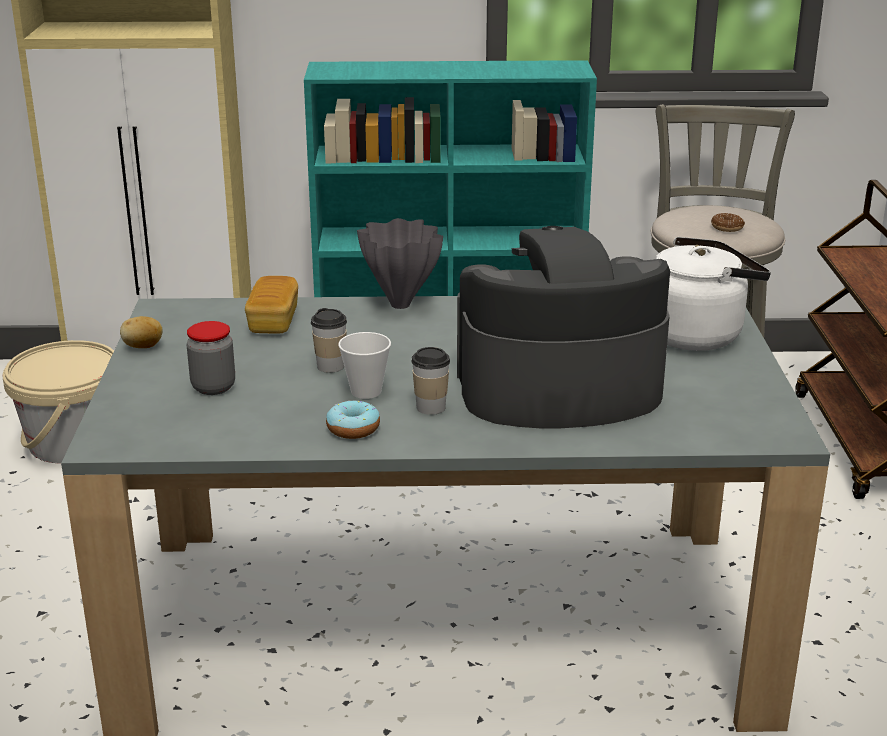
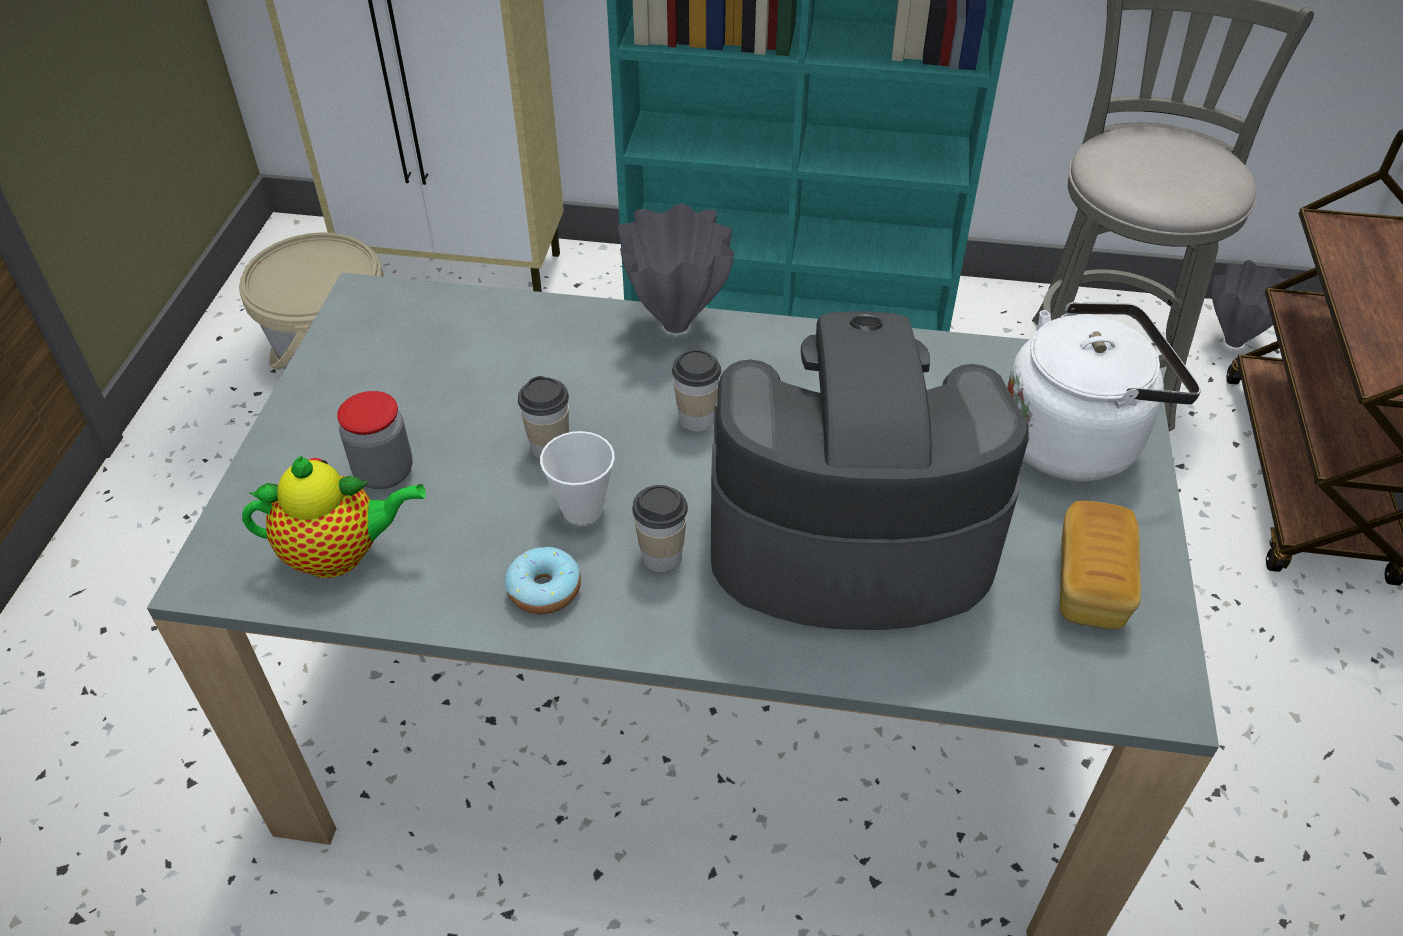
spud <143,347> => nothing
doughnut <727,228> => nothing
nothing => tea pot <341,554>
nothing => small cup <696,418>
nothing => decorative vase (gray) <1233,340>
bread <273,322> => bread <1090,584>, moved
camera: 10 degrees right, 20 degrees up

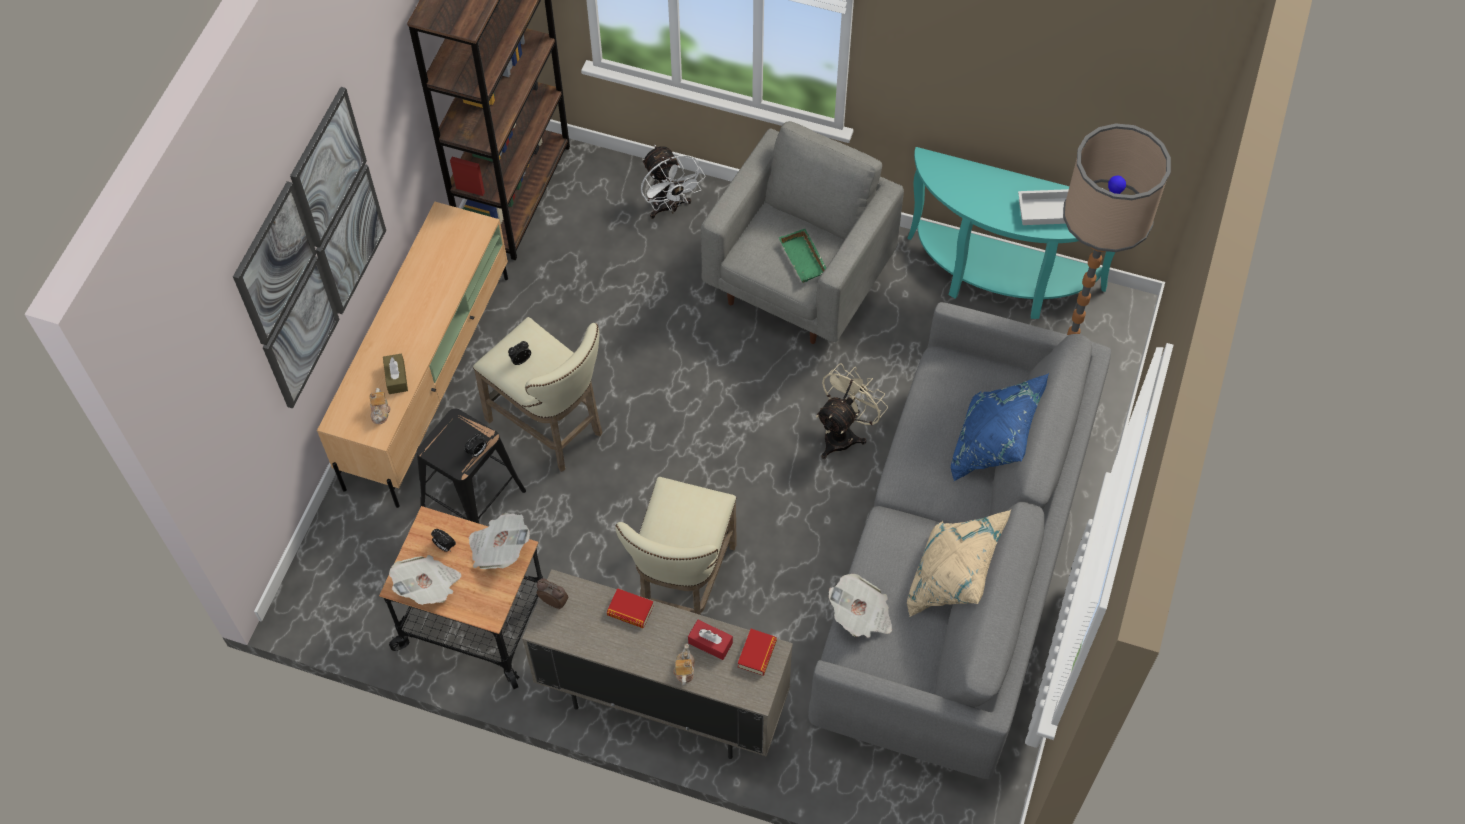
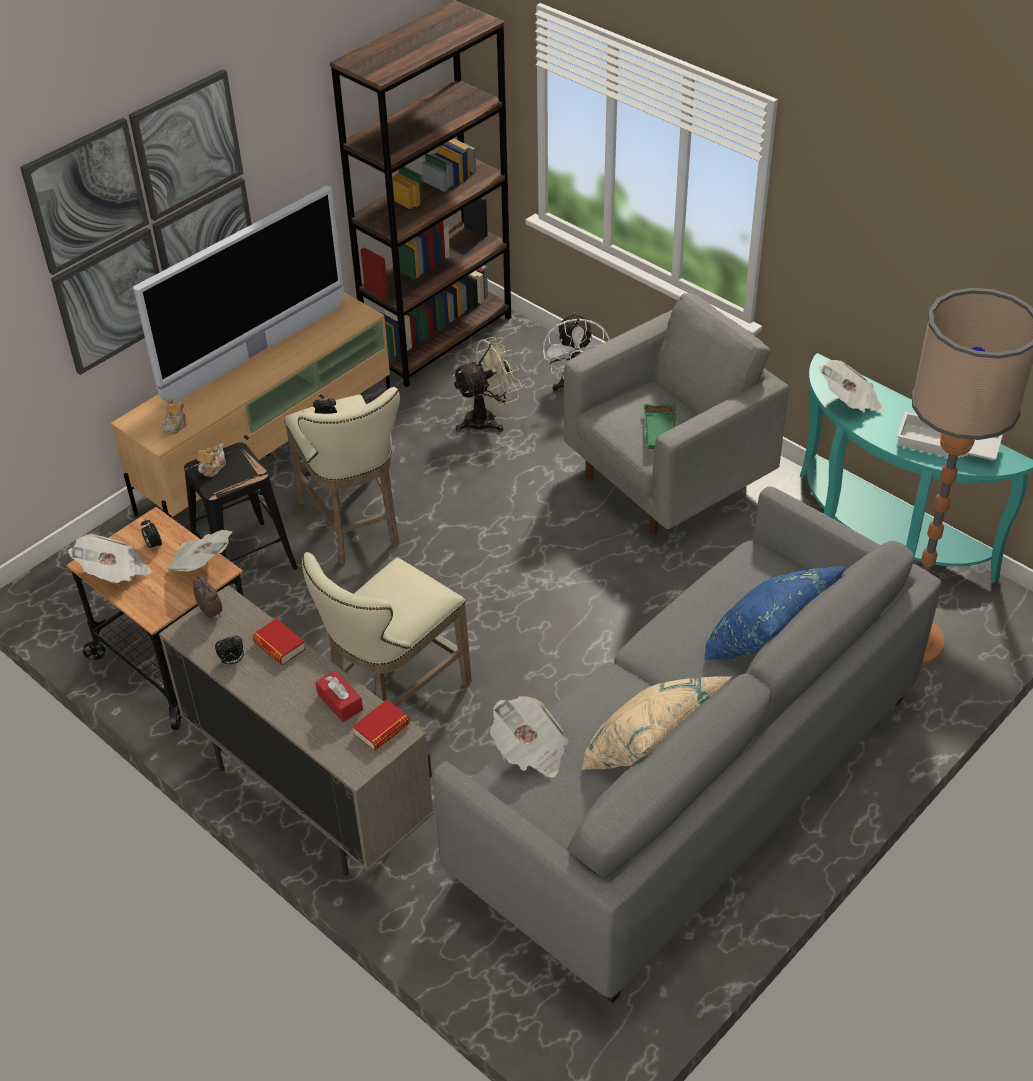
tissue holder (brown-coloured) <396,377> => nothing
nothing => TV <256,353>
nothing => daily paper <850,401>
table clock <477,452> => table clock <232,661>, moved
tea pot <684,670> => tea pot <212,468>, moved
fan (sand-coloured) <844,433> => fan (sand-coloured) <488,419>, moved
camera: 25 degrees right, 15 degrees down

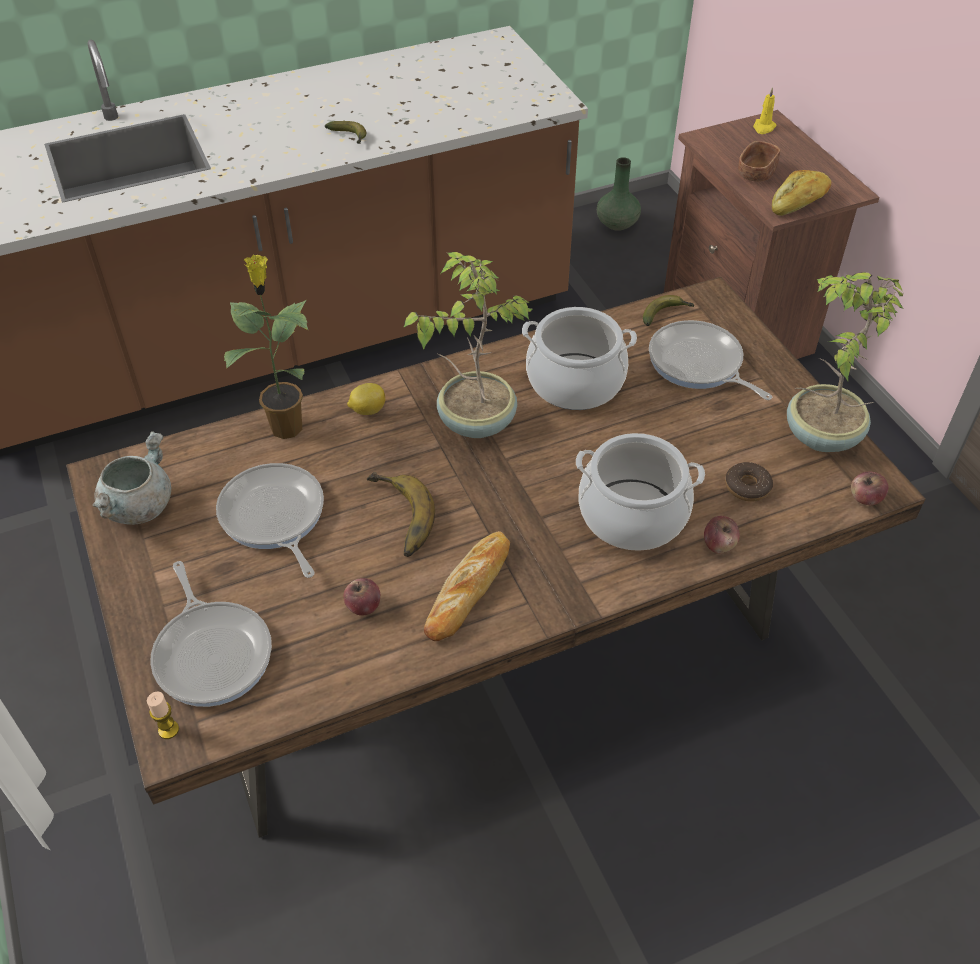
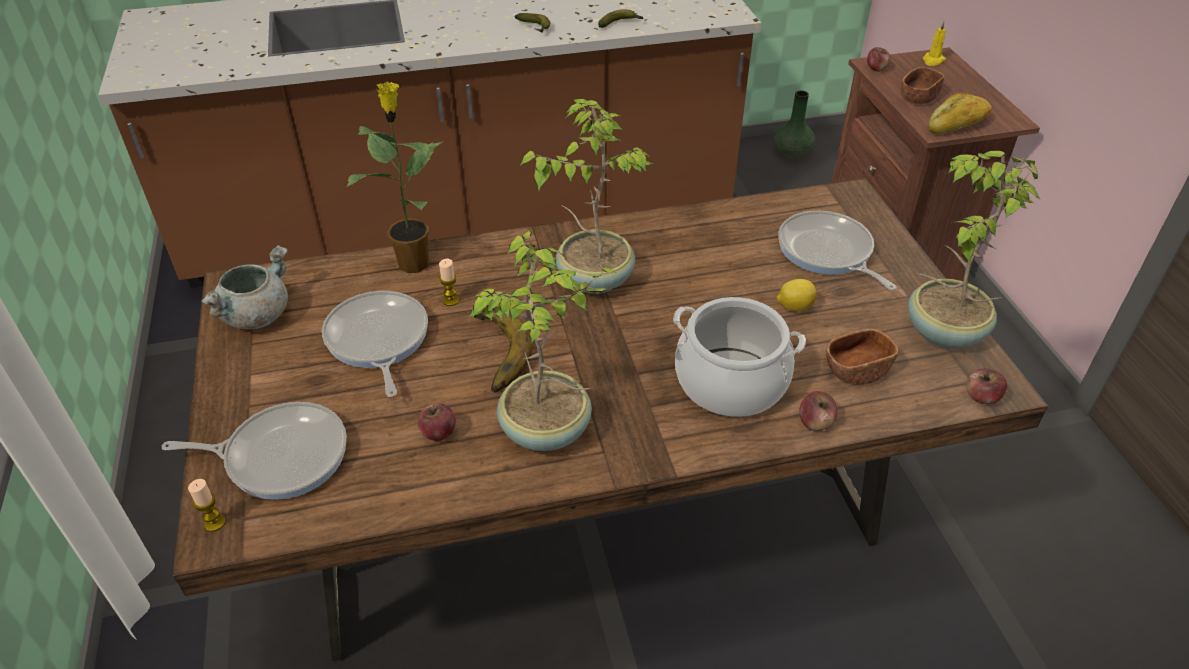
stockpot <575,382> => nothing
nothing => wax light <451,300>
nothing => whole apple <876,68>
whole lemon <367,410> => whole lemon <794,307>, moved
banana <666,314> => banana <620,24>, moved
bread <469,589> => houseplant <547,431>
doughnut <747,487> => serving bowl (brown-coloured) <856,370>
pan <212,652> => pan <280,455>, 75 degrees counterclockwise
camera: 10 degrees right, 5 degrees down

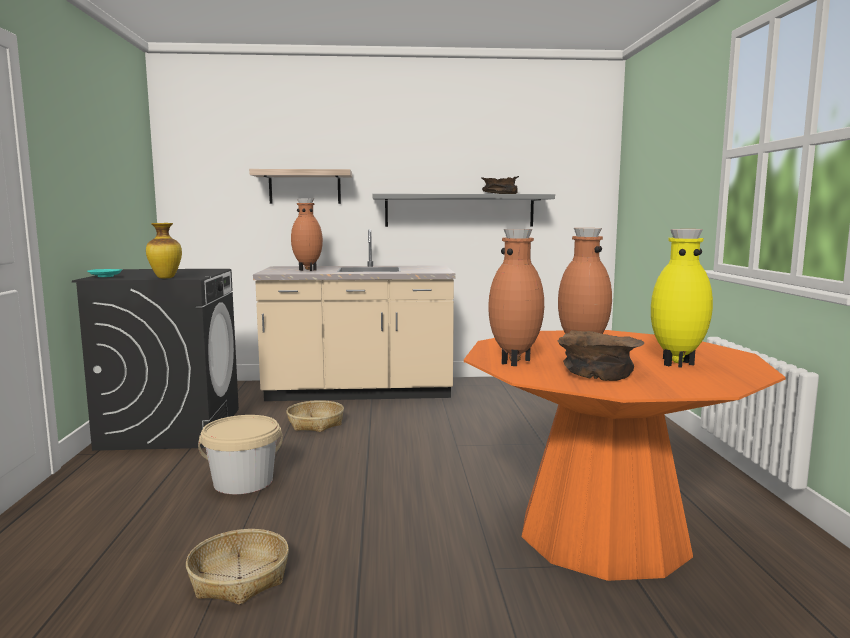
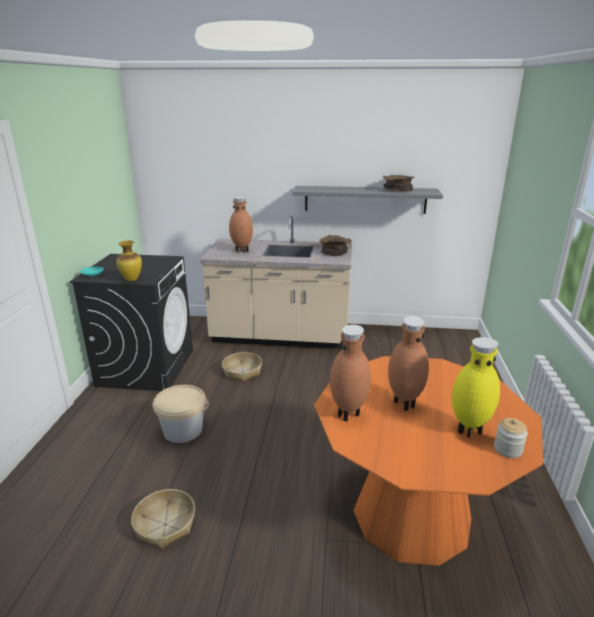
wall shelf <305,187> => nothing
nothing => preserve jar <507,449>
serving bowl (brown-coloured) <599,372> => serving bowl (brown-coloured) <335,252>, moved
camera: 10 degrees right, 15 degrees up

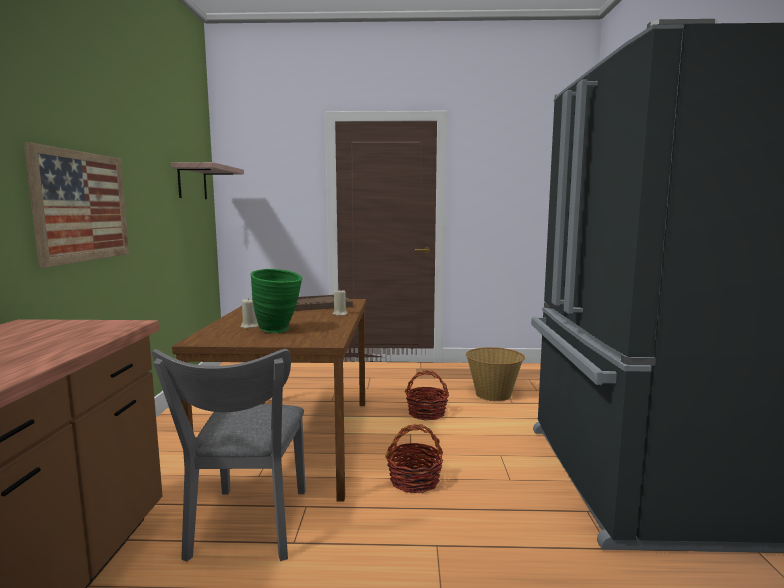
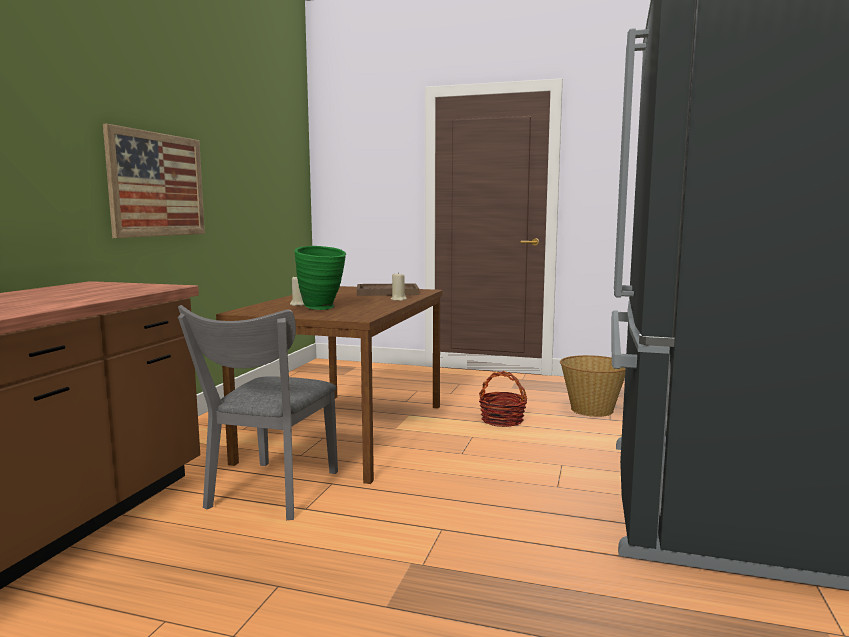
wall shelf <192,182> => nothing
storage basket <414,480> => nothing
camera: 15 degrees right, 0 degrees up

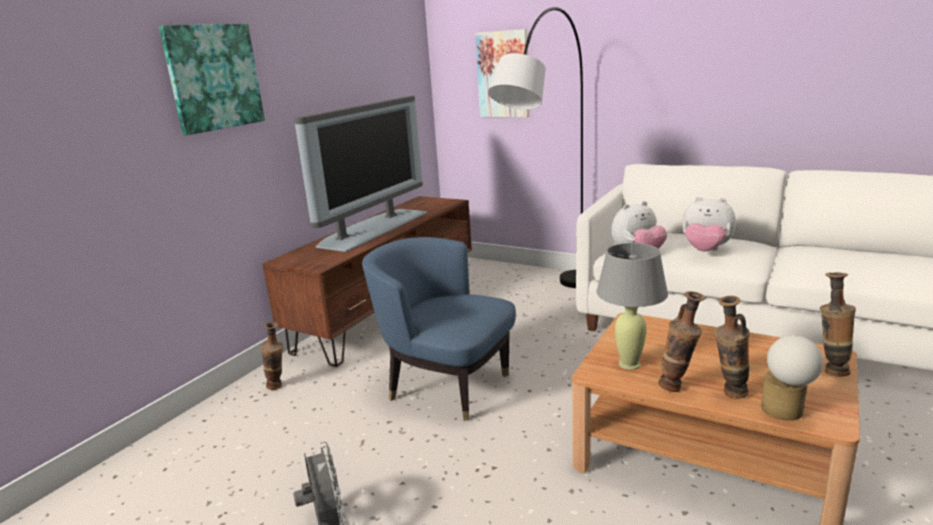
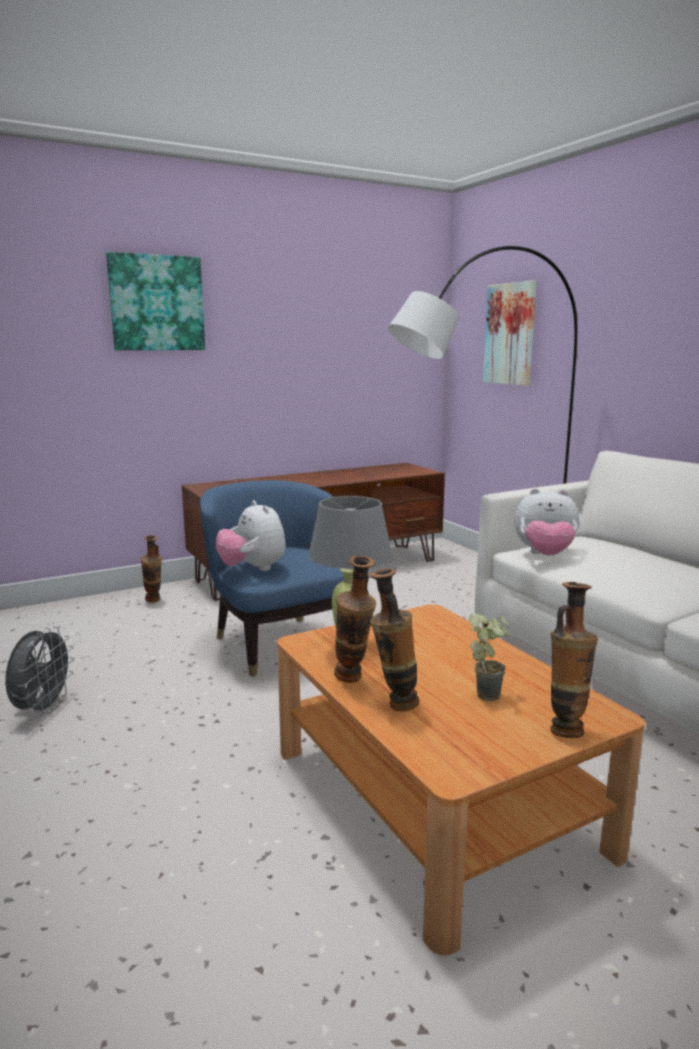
TV <372,228> => nothing
table lamp <785,413> => nothing
nothing => houseplant <488,692>
cuddly toy <705,251> => cuddly toy <253,569>, moved
camera: 30 degrees right, 5 degrees down

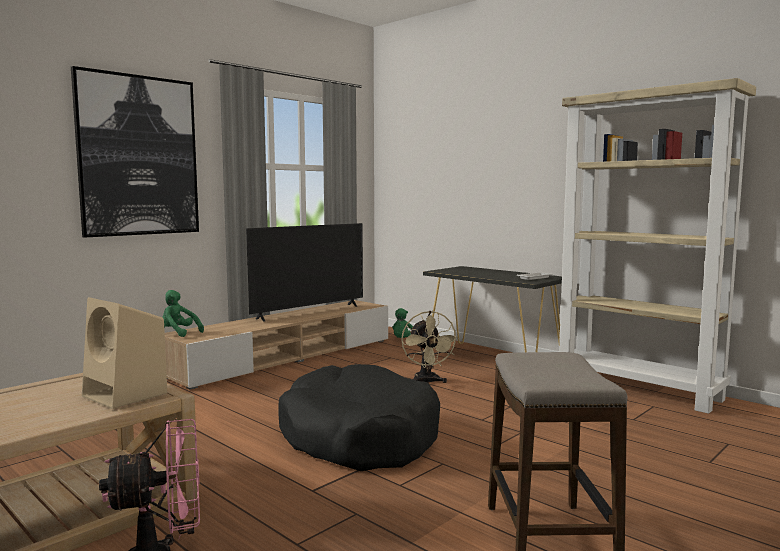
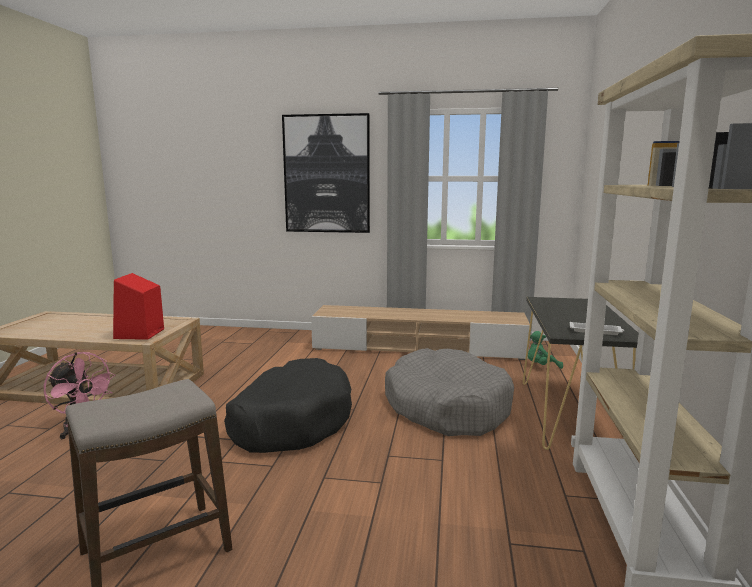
cuddly toy (greenish) <178,333> => nothing
TV <309,312> => nothing
fan (sand-coloured) <427,382> => dog cushion (gray) <446,407>
loudspeaker (sand-coloured) <126,395> => loudspeaker (red) <139,334>
camera: 55 degrees right, 5 degrees up

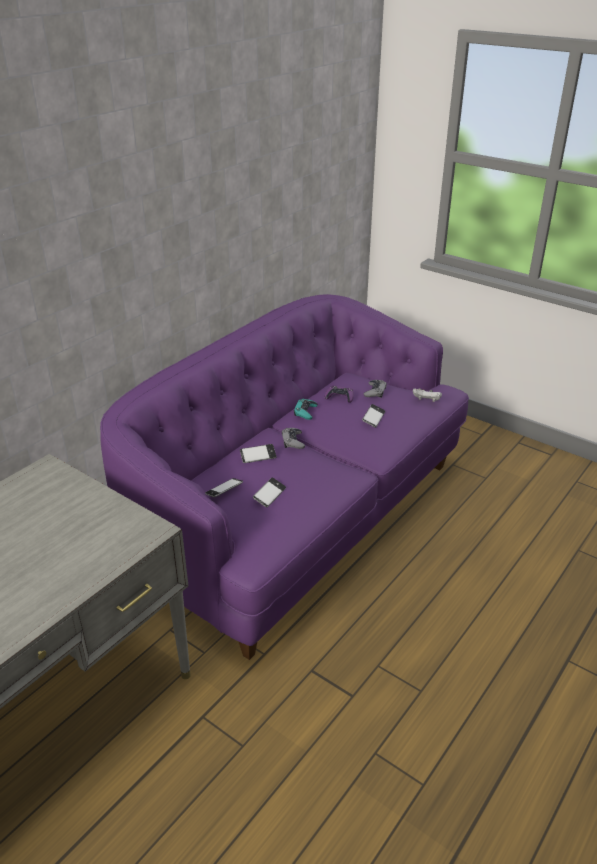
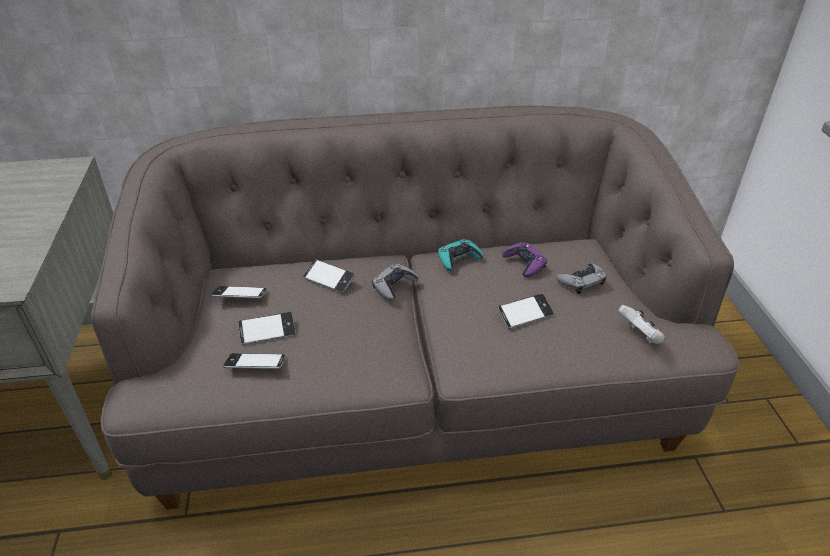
nothing => phone <255,365>
settee (purple) <298,517> => settee (gray) <415,390>
camera: 45 degrees right, 5 degrees up

